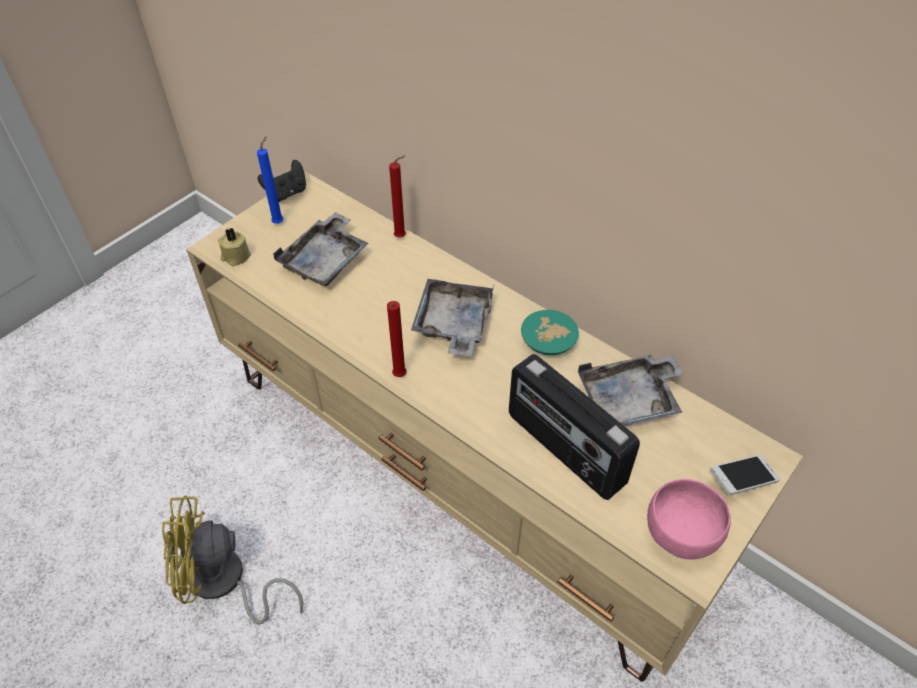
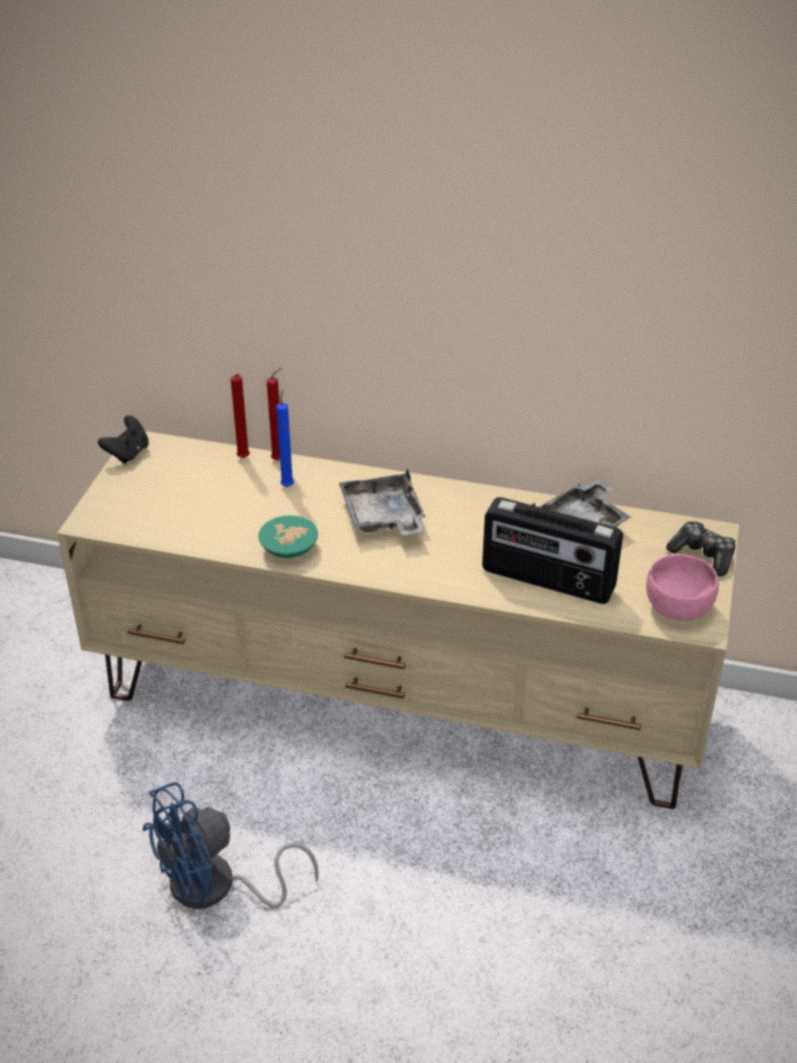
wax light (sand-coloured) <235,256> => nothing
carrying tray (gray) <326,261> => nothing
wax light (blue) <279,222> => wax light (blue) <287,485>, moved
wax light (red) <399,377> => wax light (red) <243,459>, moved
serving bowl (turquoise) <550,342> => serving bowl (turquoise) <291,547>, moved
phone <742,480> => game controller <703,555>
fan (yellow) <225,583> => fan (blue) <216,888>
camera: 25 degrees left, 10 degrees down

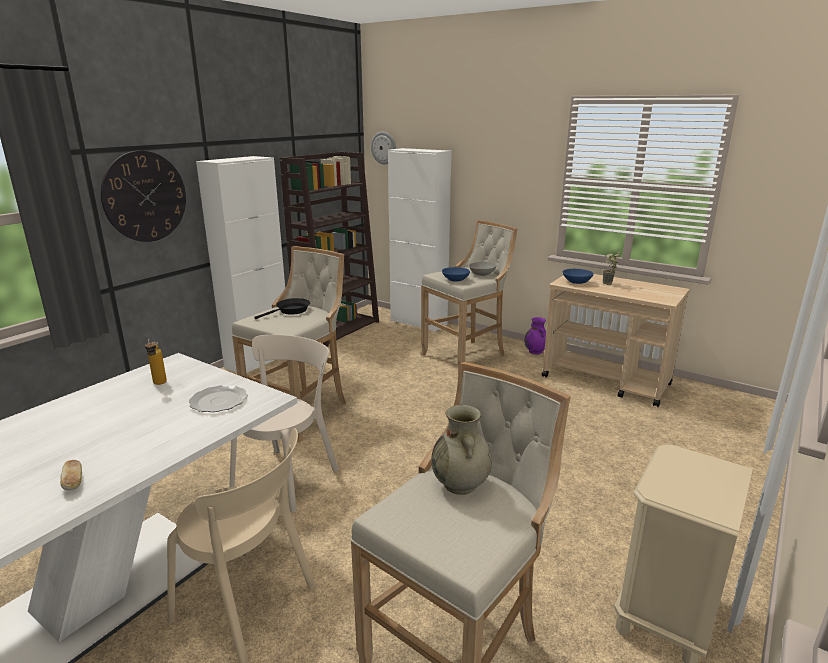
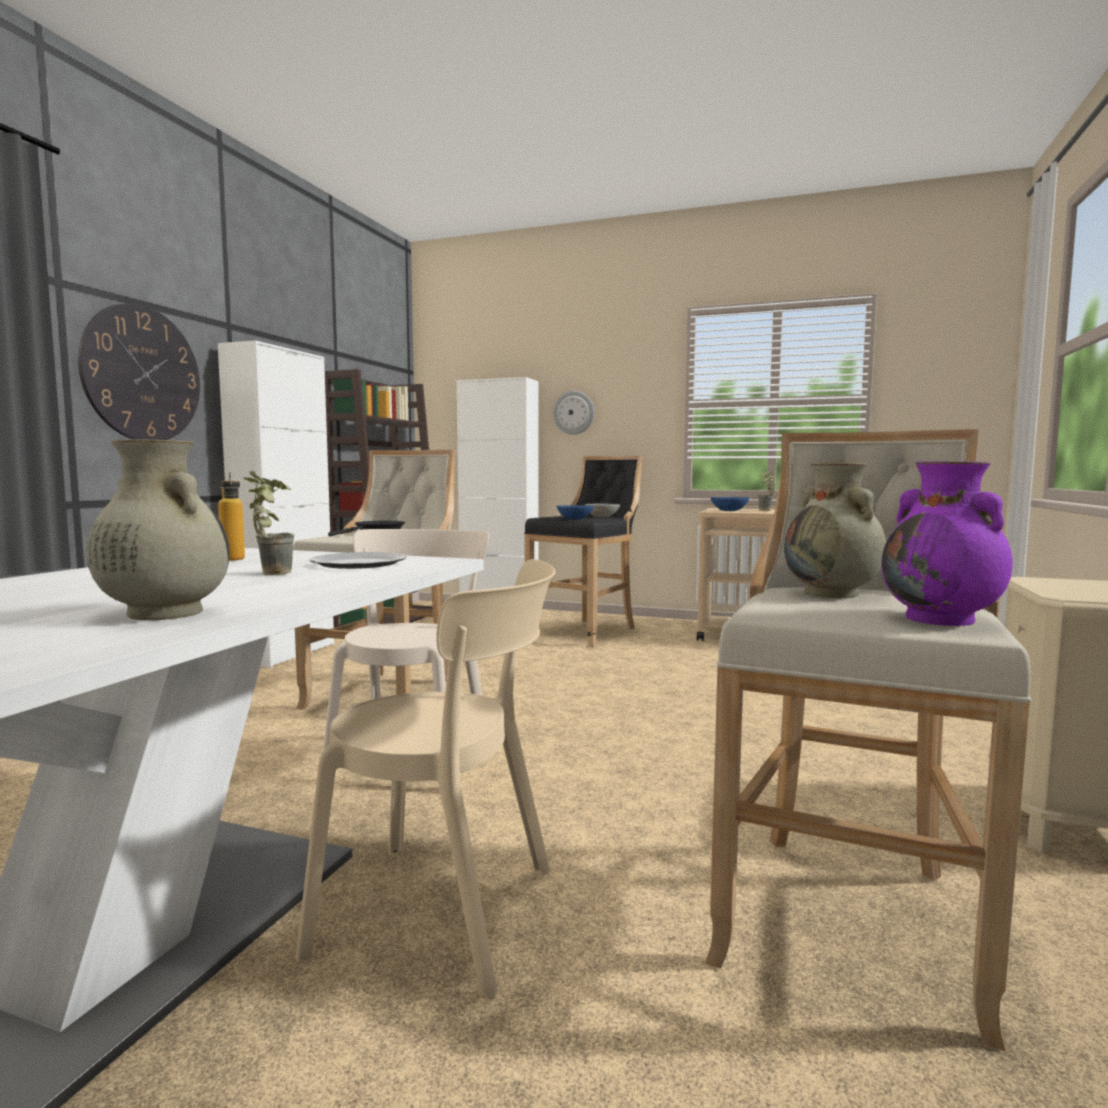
nothing => houseplant <270,573>
wall clock <384,148> => wall clock <574,412>, moved
decorative vase (purple) <536,351> => decorative vase (purple) <942,619>, moved
bread <73,482> => decorative vase (sand-coloured) <163,613>
stool (sand-coloured) <467,356> => stool (black-coloured) <586,631>
camera: 15 degrees left, 15 degrees down

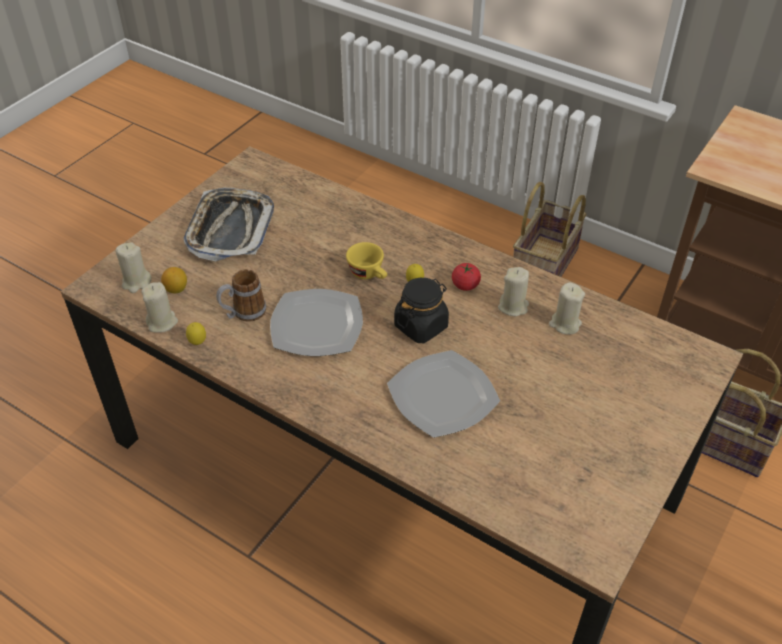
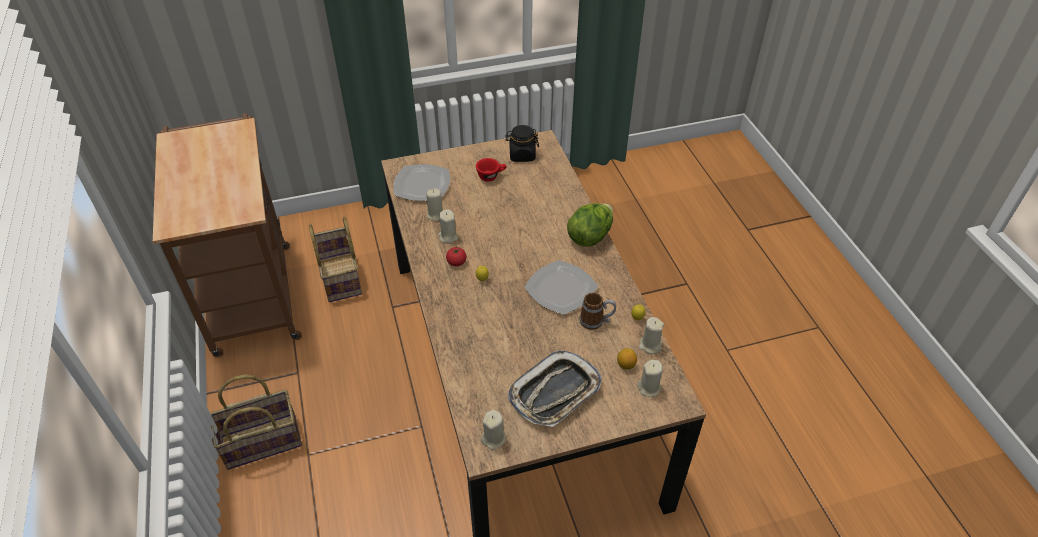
small cup (yellow) <369,274> => nothing
nothing => small cup (red) <491,176>
nothing => wax light (sand-coloured) <493,438>
nothing => lettuce <590,236>
plate <442,397> => plate <422,184>, moved
preserve jar (black-coloured) <421,326> => preserve jar (black-coloured) <522,155>, moved
camera: 140 degrees left, 0 degrees up

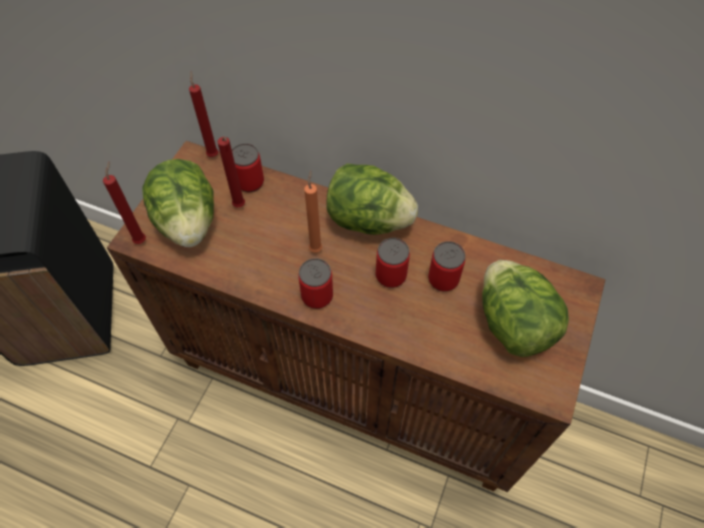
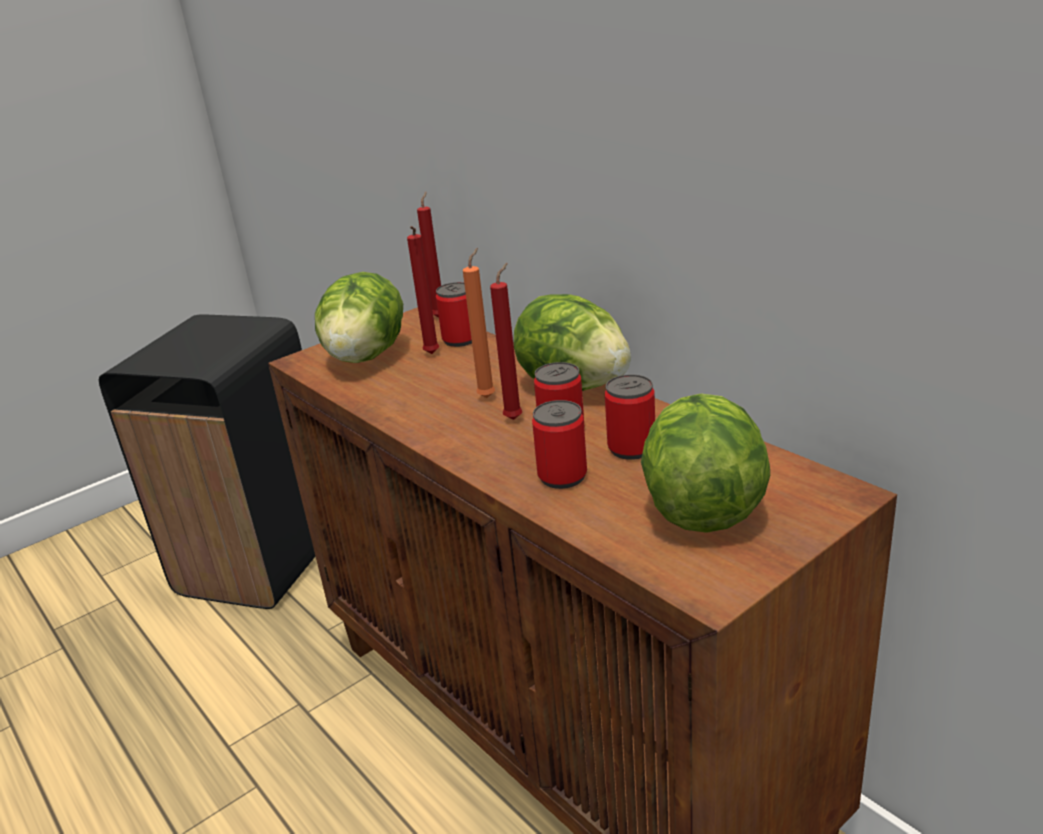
wax light (red) <141,239> => wax light (red) <515,418>, moved
sealed can <317,296> => sealed can <562,476>, moved
camera: 30 degrees right, 30 degrees down

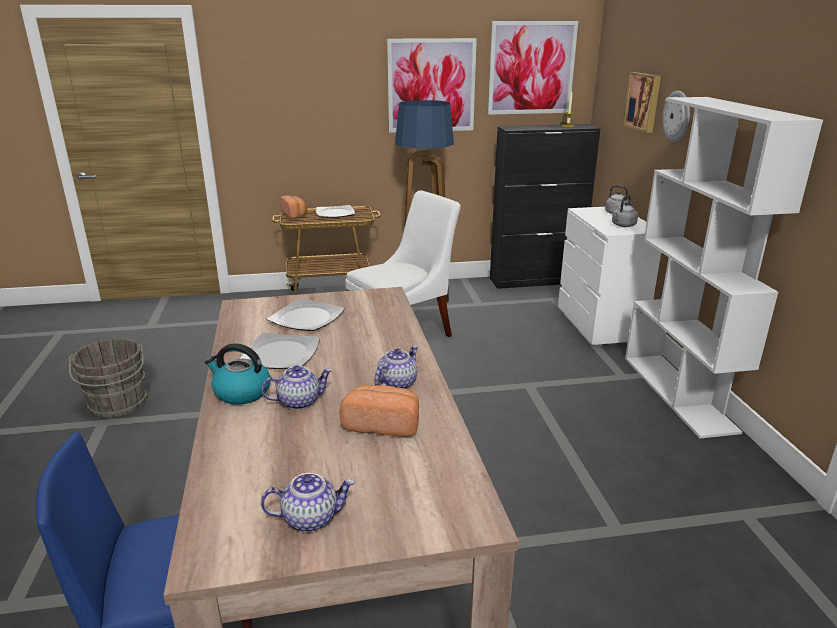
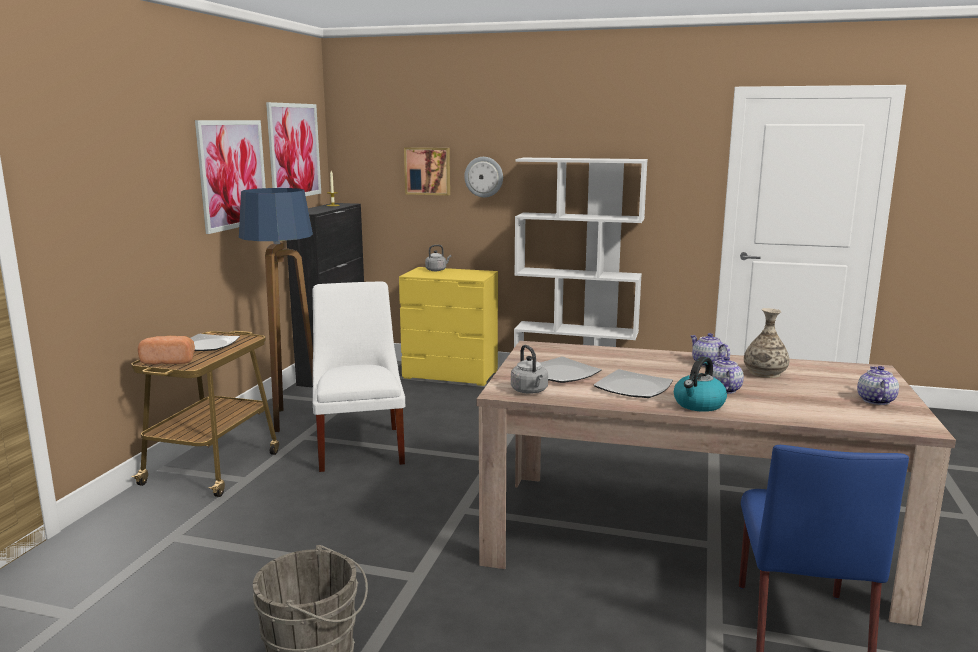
kettle (gray) <623,225> => kettle (gray) <530,391>, moved
bread <383,424> => decorative vase <765,373>
drawer chest (white) <599,325> => drawer chest (yellow) <451,374>
camera: 65 degrees left, 10 degrees down

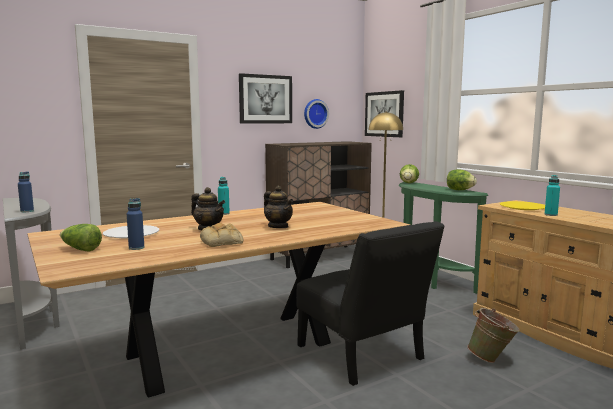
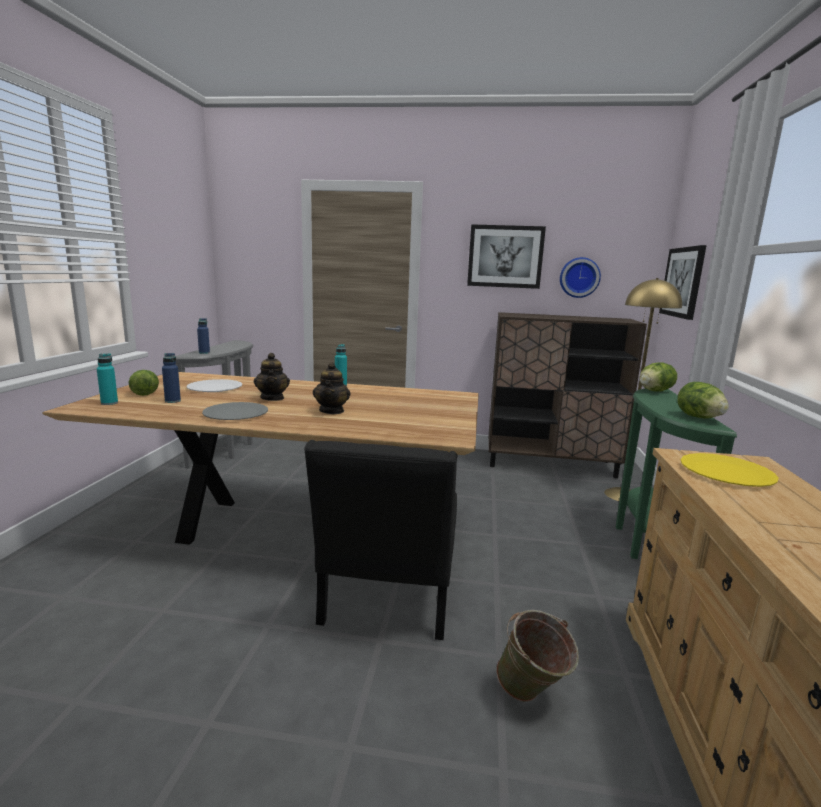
drink bottle (turquoise) <551,215> => drink bottle (turquoise) <109,403>, moved
bread <222,242> => plate (gray) <236,413>
camera: 40 degrees right, 5 degrees up

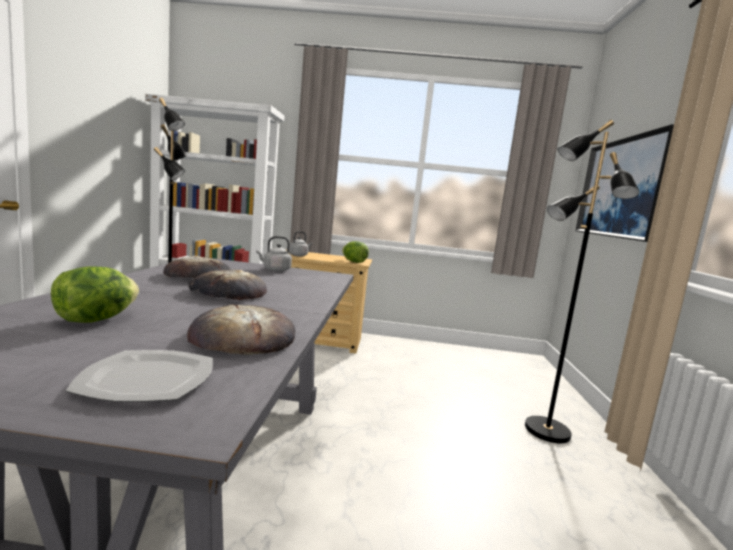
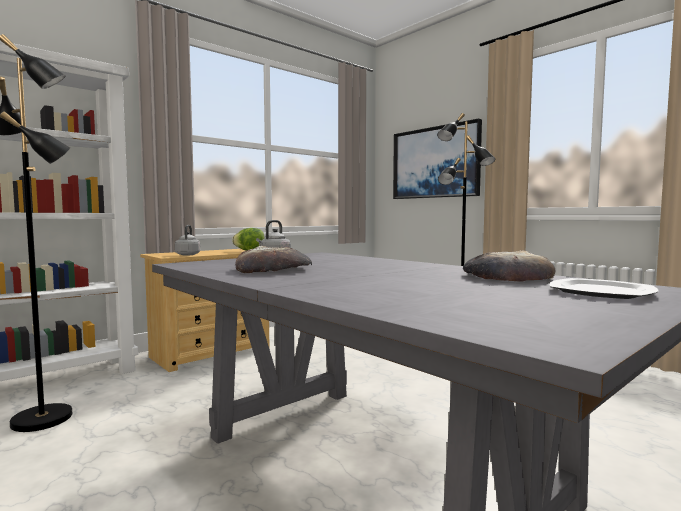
lettuce <96,320> => nothing
bread <228,292> => nothing
camera: 45 degrees left, 5 degrees down

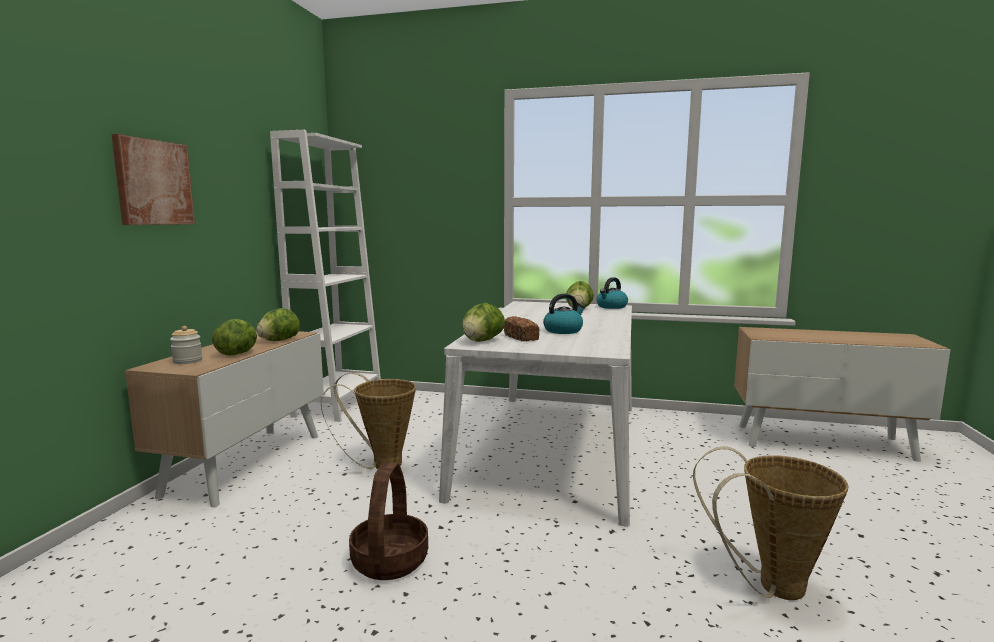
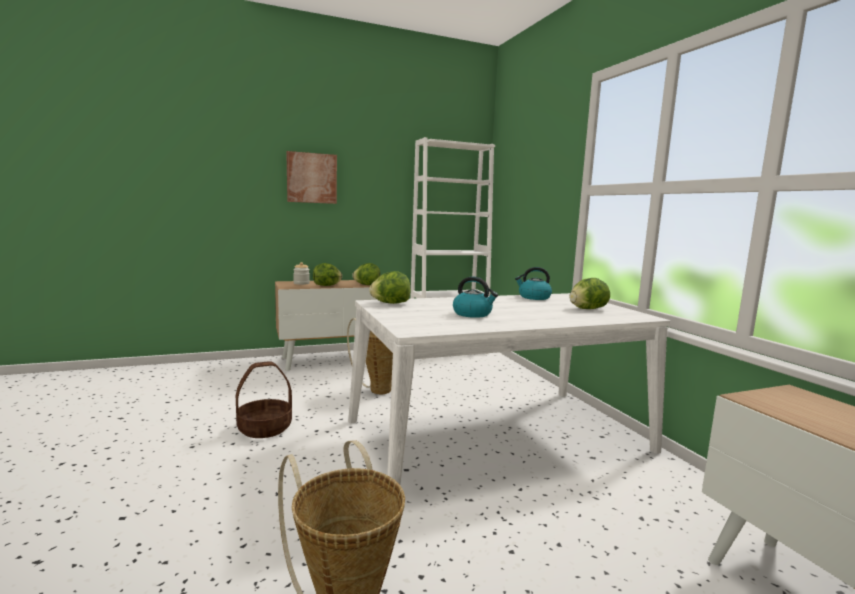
bread <521,337> => nothing
kettle <611,307> => kettle <533,297>, moved
camera: 55 degrees right, 0 degrees up

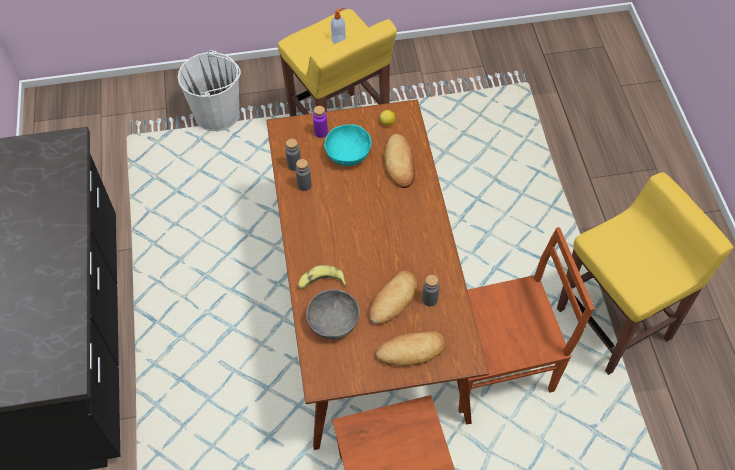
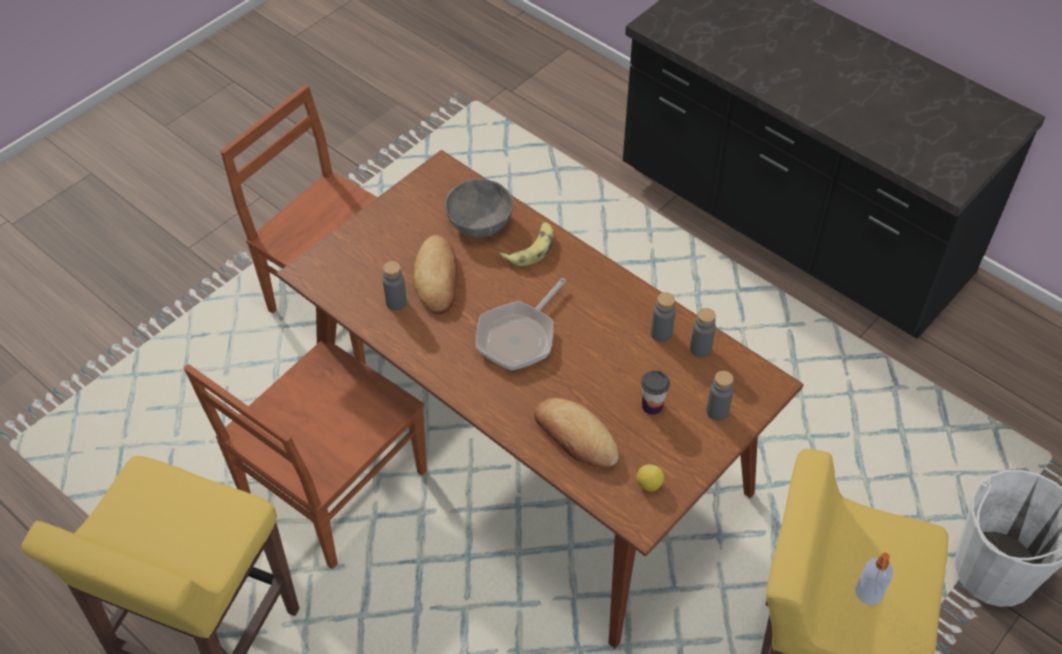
bread <412,350> => nothing
nothing => pan <519,336>
serving bowl (turquoise) <348,154> => small cup <652,406>
drink bottle (purple) <321,132> => drink bottle (gray) <717,411>
camera: 140 degrees right, 5 degrees down

